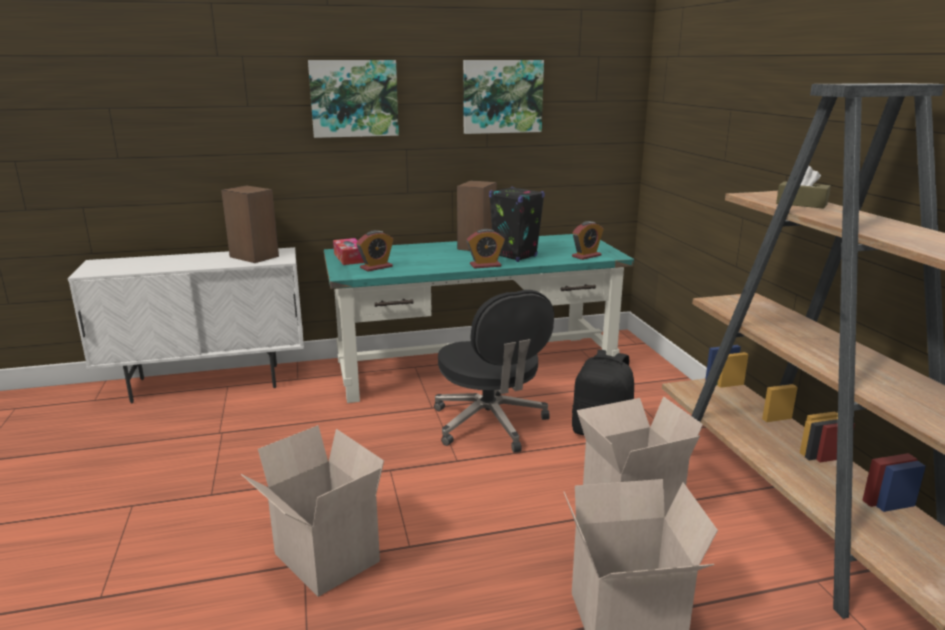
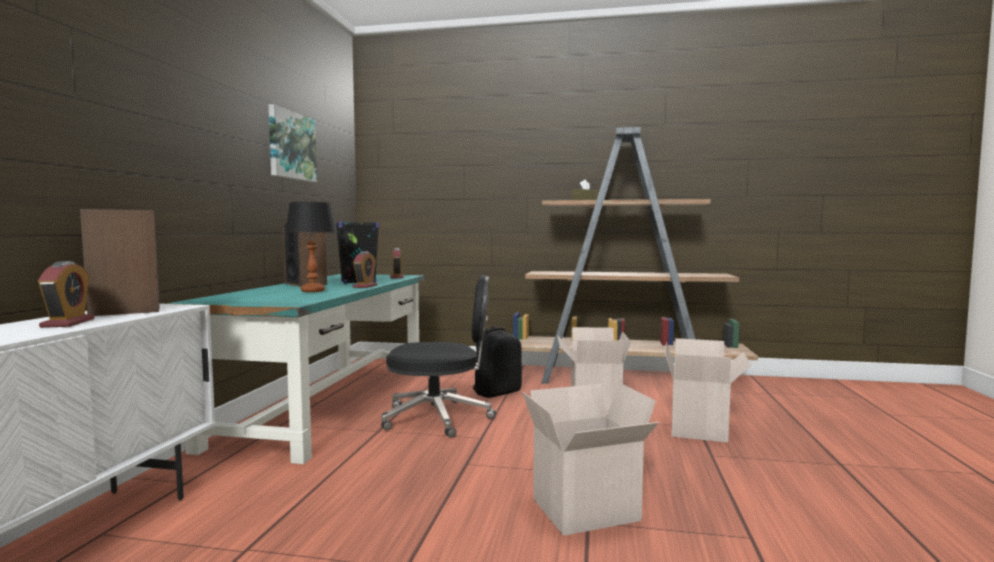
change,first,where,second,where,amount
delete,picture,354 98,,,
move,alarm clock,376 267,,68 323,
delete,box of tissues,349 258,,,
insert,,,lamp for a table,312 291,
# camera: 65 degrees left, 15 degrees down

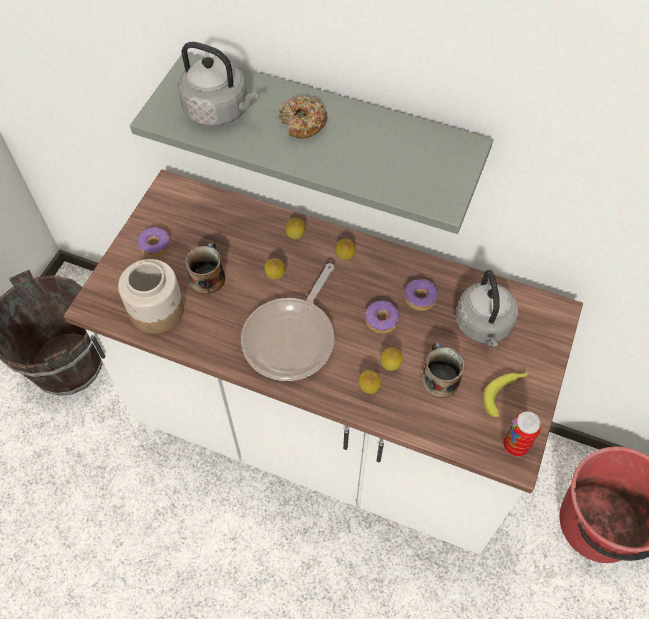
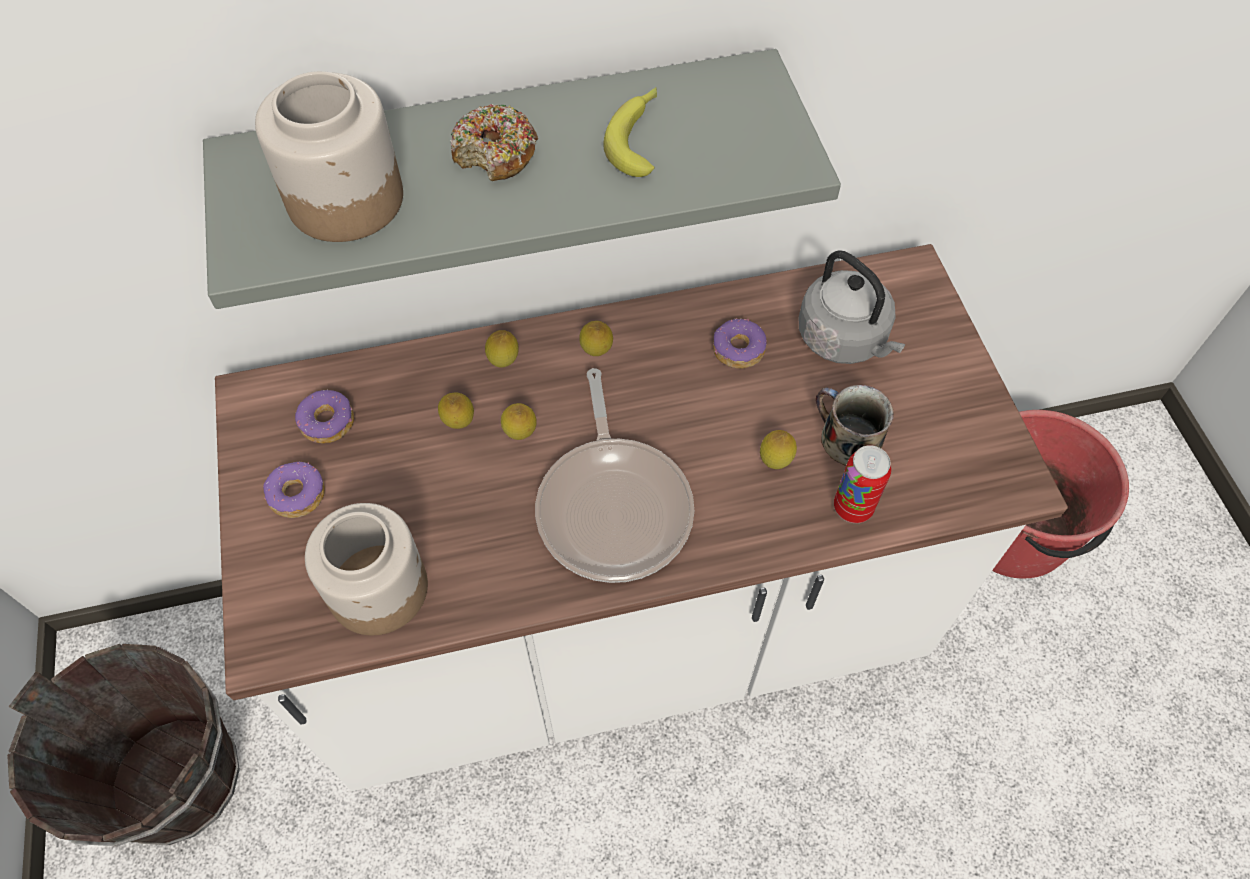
change,first,where,second,where,amount
replace,greyish water kettle,220 111,jar,347 198,
delete,coffee mug,208 277,,,
move,ring doughnut,381 320,,328 422,
move,whole lemon,368 389,,459 424,
move,banana fruit,505 393,,639 137,
move,can,515 445,,852 507,
# camera: 35 degrees left, 0 degrees up

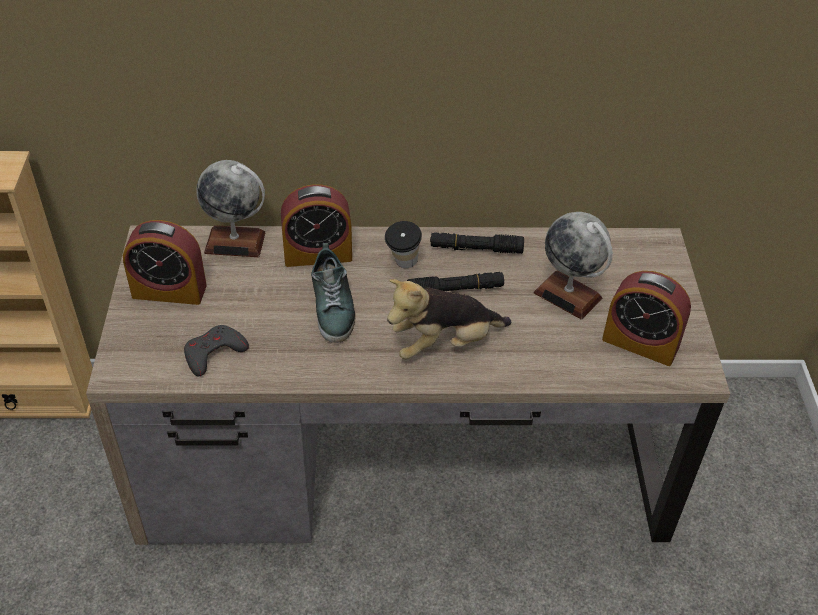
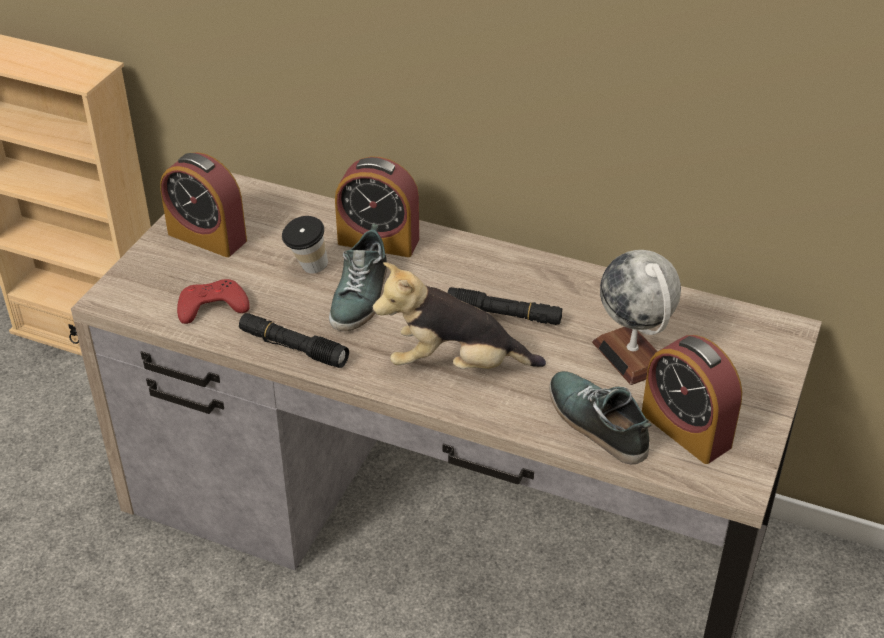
change,first,where,second,where,amount
delete,desk globe,235 242,,,
move,drinking cup,403 265,,307 270,
move,blackish flashlight,476 249,,293 347,
recolor,greyish joypad,214 353,red-coloured joypad,212 307,
insert,,,low shoe,596 423,
# camera: 25 degrees right, 5 degrees down

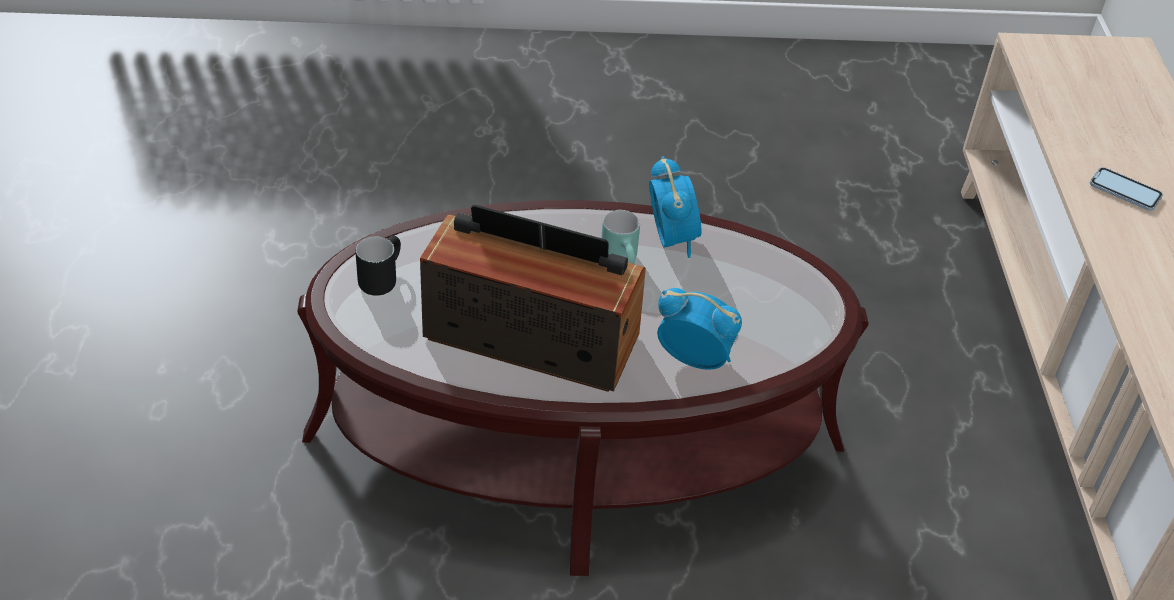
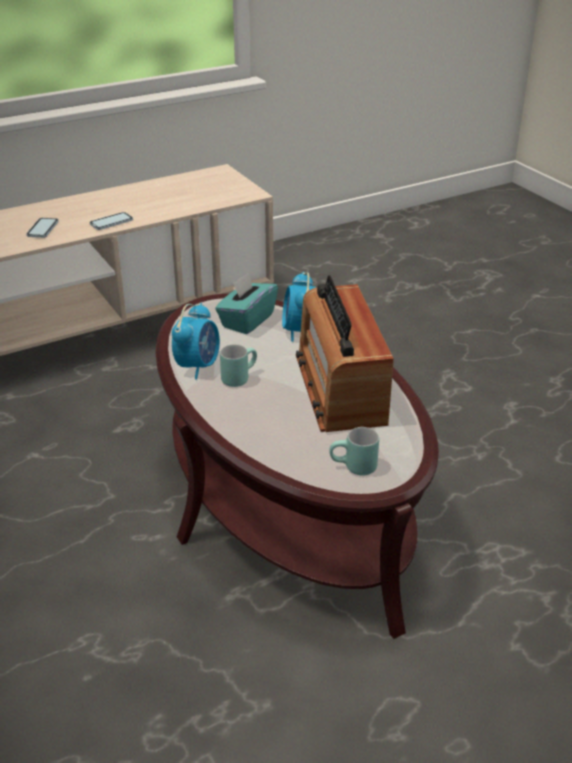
change,first,where,second,where,amount
rotate,alarm clock,671 238,,198 366,150 degrees clockwise
recolor,blackish coffee mug,380 278,blue-green coffee mug,354 469,
insert,,,telephone,111 222,
insert,,,blue-green box of tissues,247 320,
# camera: 115 degrees left, 10 degrees down

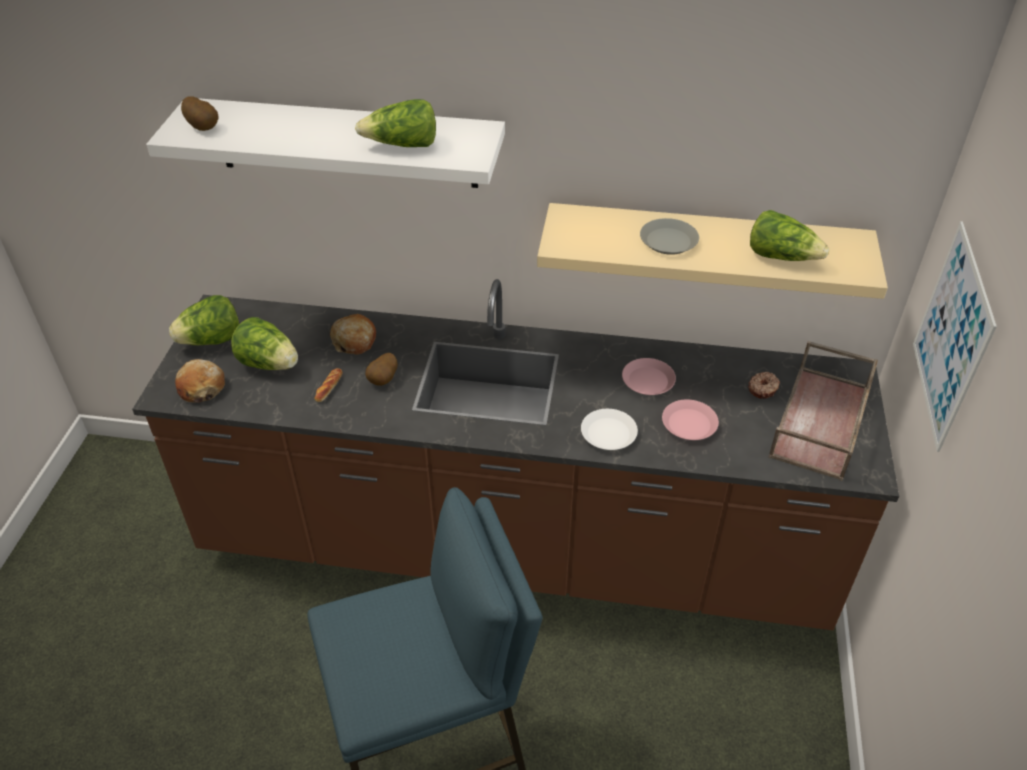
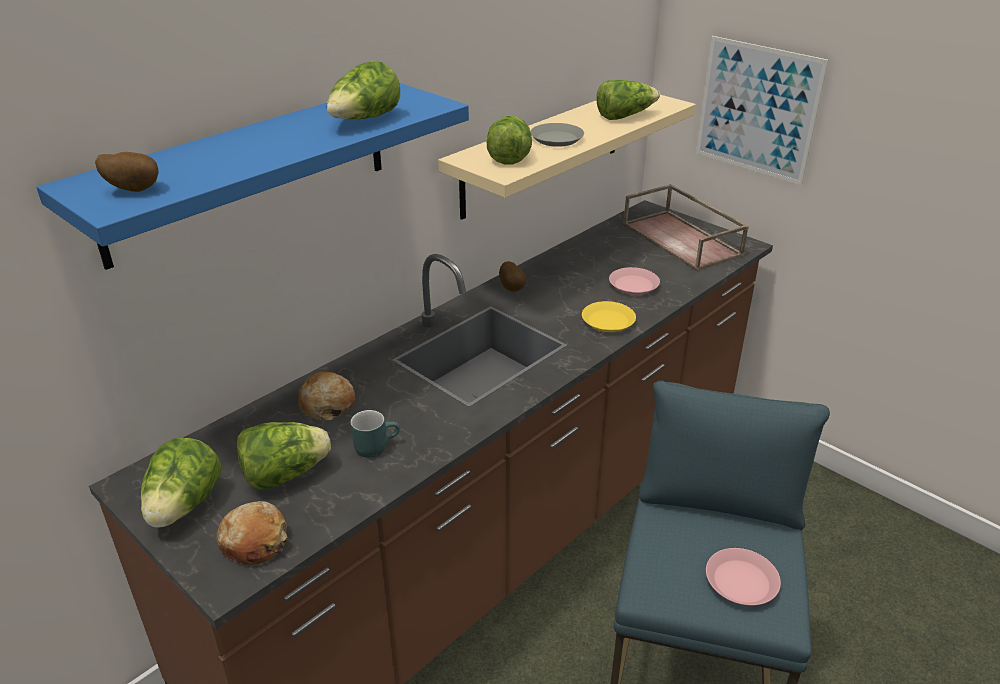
change,first,where,second,where,amount
recolor,white-coloured wall shelf,346 143,blue wall shelf,250 171,
move,spud,384 380,,512 288,
move,pink dinner plate,647 381,,741 582,
replace,bread,329 387,blue-green coffee mug,375 446,
delete,ring doughnut,763 389,,,
recolor,white-coloured dinner plate,608 434,yellow-coloured dinner plate,608 321,
insert,,,lettuce head,508 156,
# camera: 55 degrees left, 10 degrees down

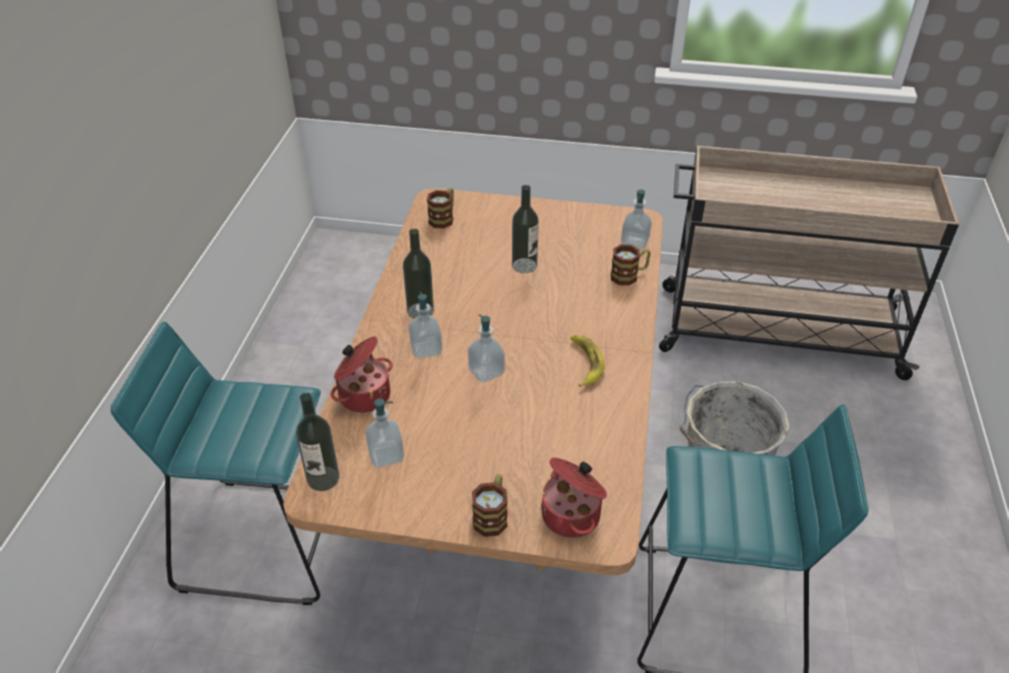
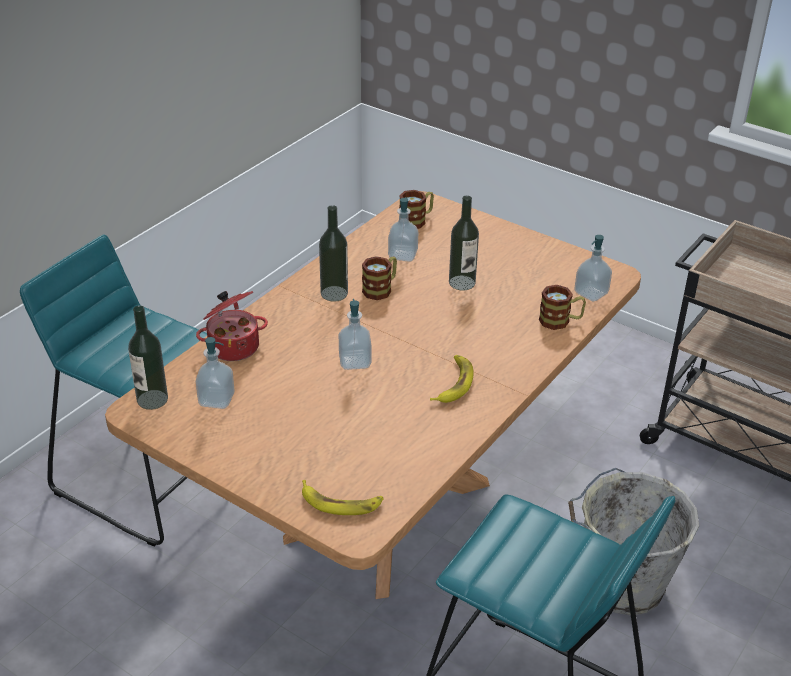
change,first,where,second,where,amount
move,soap bottle,426 349,,403 255,
replace,saucepot,572 515,banana fruit,341 502,
move,coffee mug,492 515,,381 289,
# camera: 25 degrees right, 5 degrees down

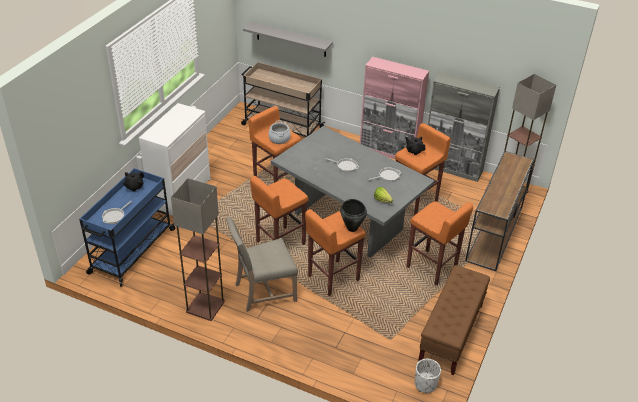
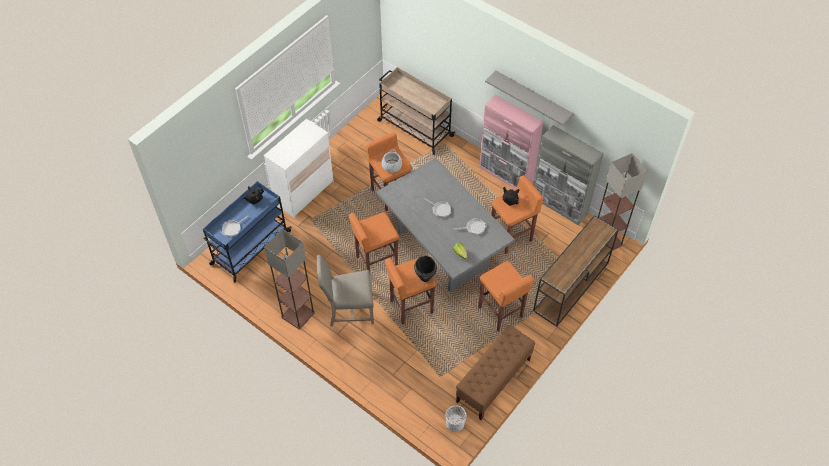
change,first,where,second,where,amount
move,greyish wall shelf,291 39,,533 98,
# camera: 15 degrees right, 15 degrees up

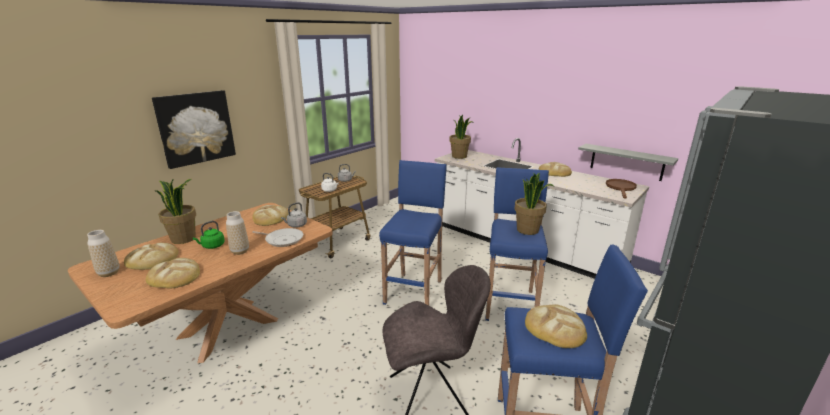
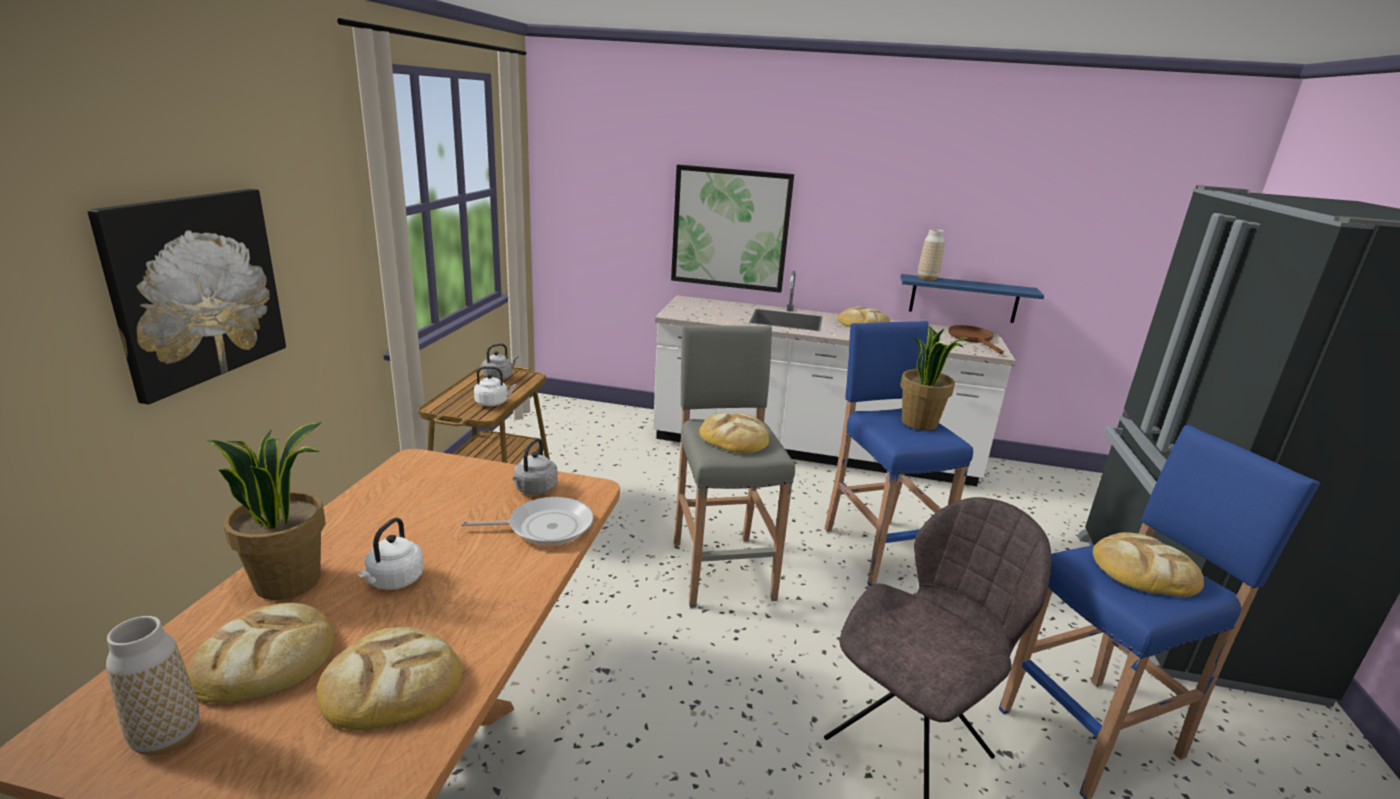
change,first,where,second,where,amount
delete,houseplant,459 156,,,
recolor,greyish wall shelf,626 162,blue wall shelf,964 298,
recolor,blue stool seat,414 291,greyish stool seat,721 568,
move,bread,270 218,,734 437,
move,vase,240 251,,927 278,
recolor,green water kettle,212 246,white-coloured water kettle,394 581,
insert,,,picture,730 229,
# camera: 30 degrees left, 0 degrees up

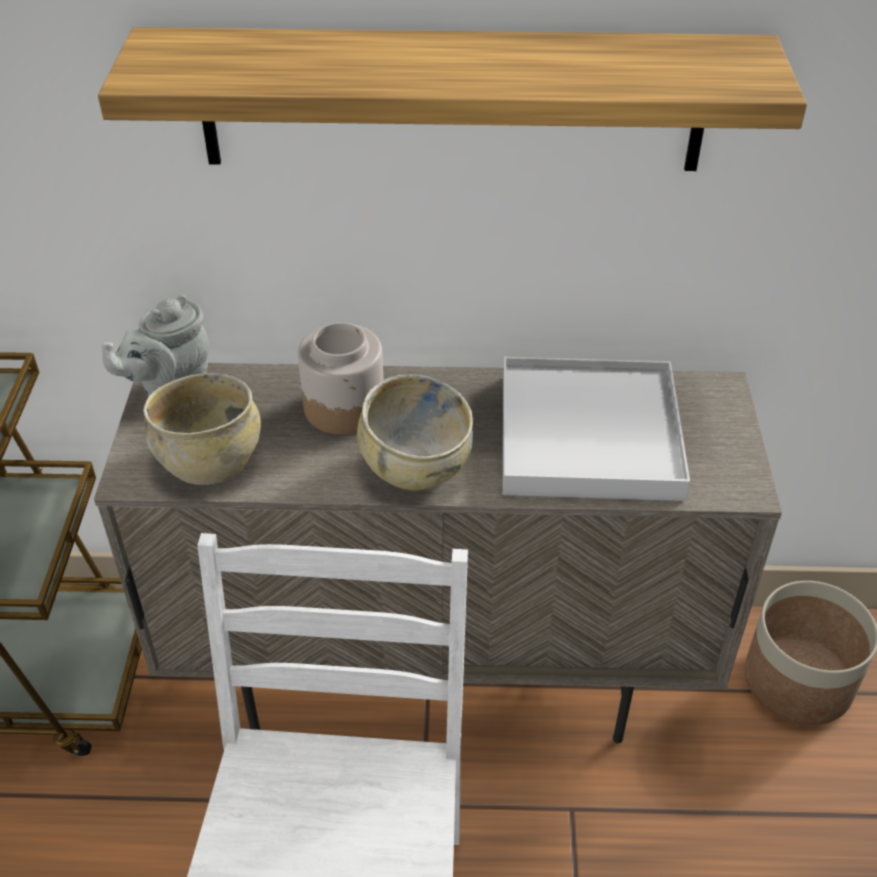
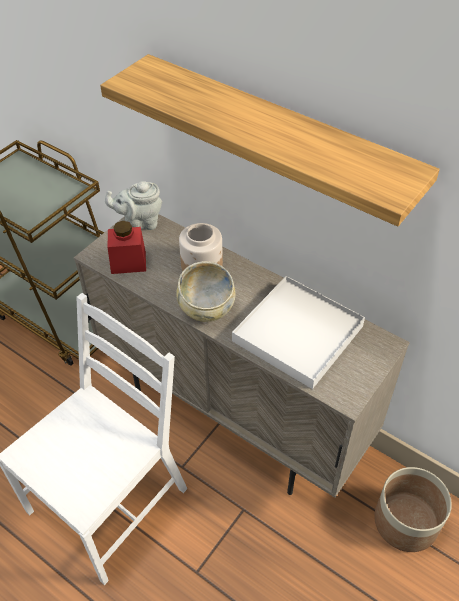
change,first,where,second,where,amount
replace,sand-coloured bowl,210 460,red-coloured jar,128 262,
# camera: 35 degrees right, 5 degrees up

